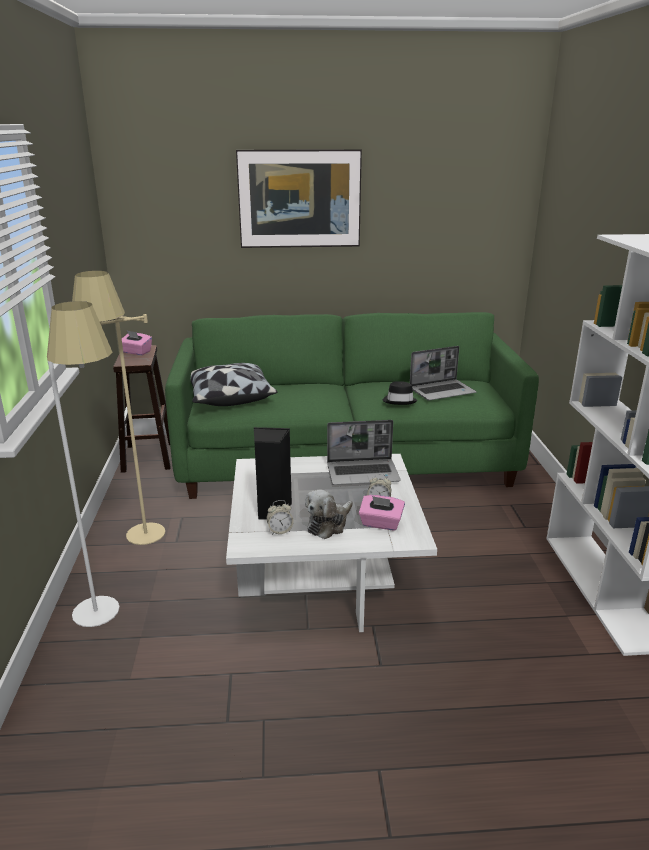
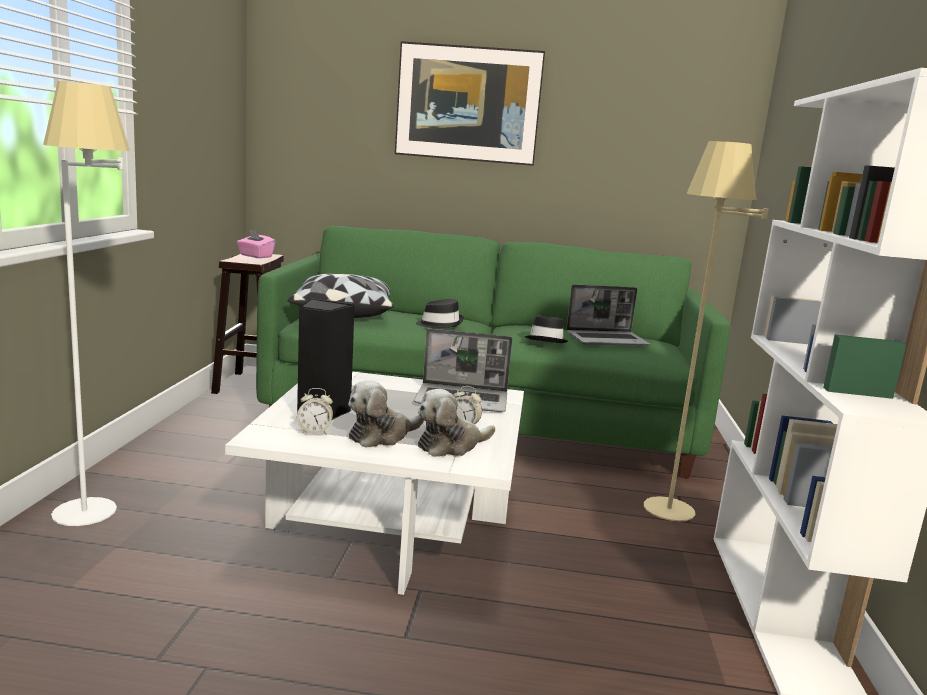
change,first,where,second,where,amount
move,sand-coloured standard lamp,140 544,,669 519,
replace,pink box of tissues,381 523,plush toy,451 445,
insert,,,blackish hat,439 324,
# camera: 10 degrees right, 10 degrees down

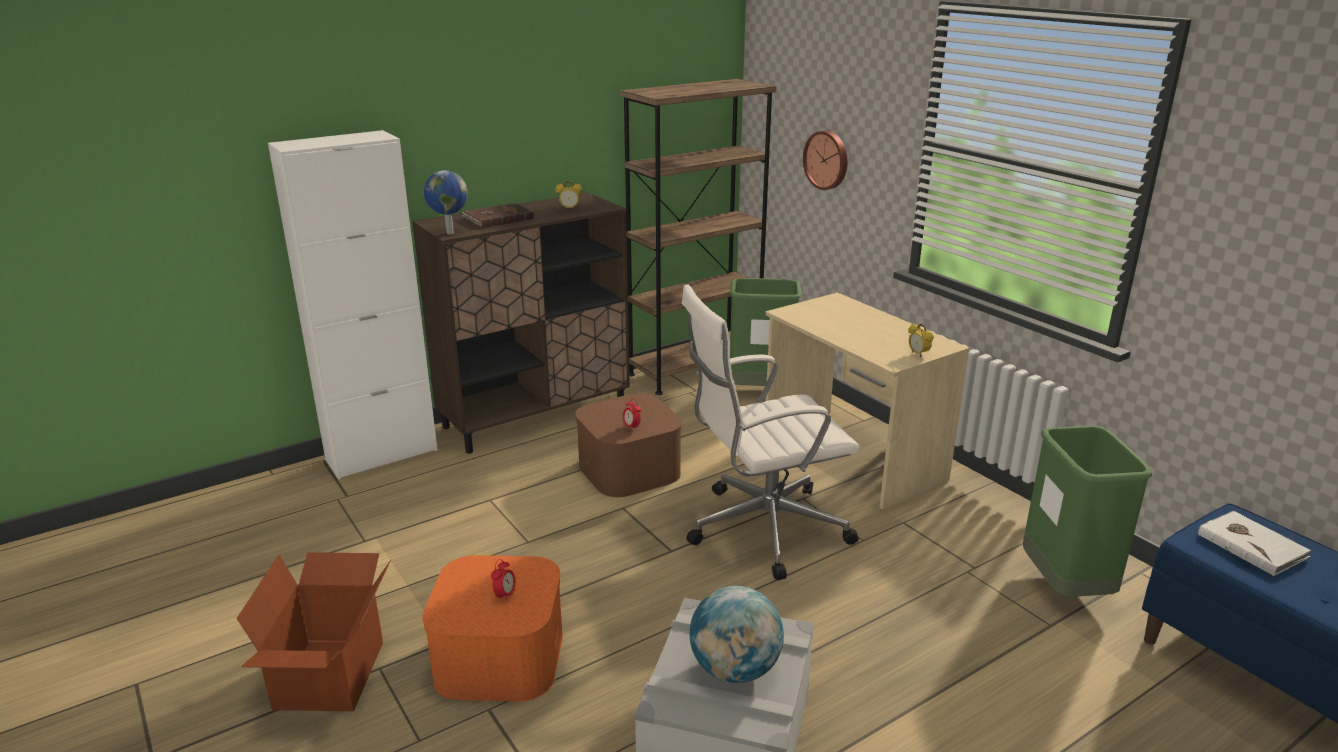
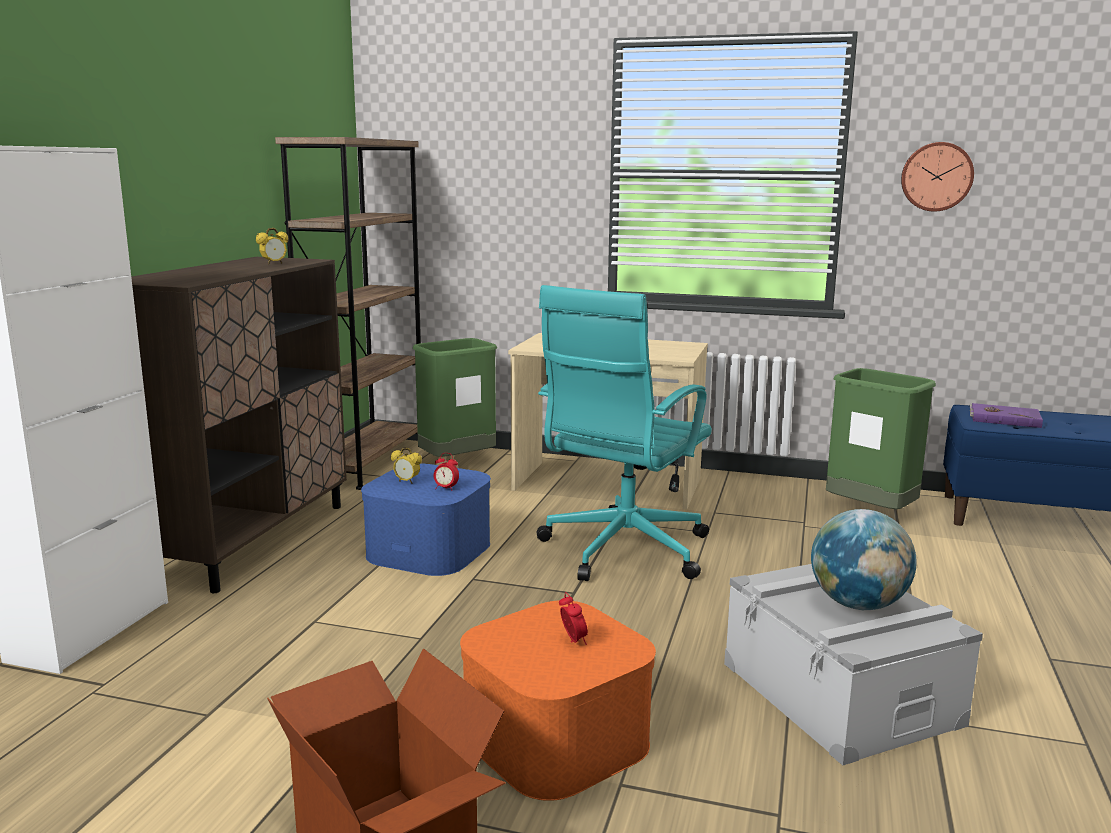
change,first,where,second,where,amount
move,clock on the wall,827 160,,936 176,
delete,desk globe,449 233,,,
delete,brown bound book,497 218,,,
recolor,white-coloured desk chair,762 529,blue-green desk chair,622 551,
move,alarm clock,918 354,,407 481,
recolor,brown storage bin,629 469,blue storage bin,429 549,
recolor,white-coloured bound book,1251 545,purple-coloured bound book,1004 418,
# camera: 40 degrees left, 10 degrees down

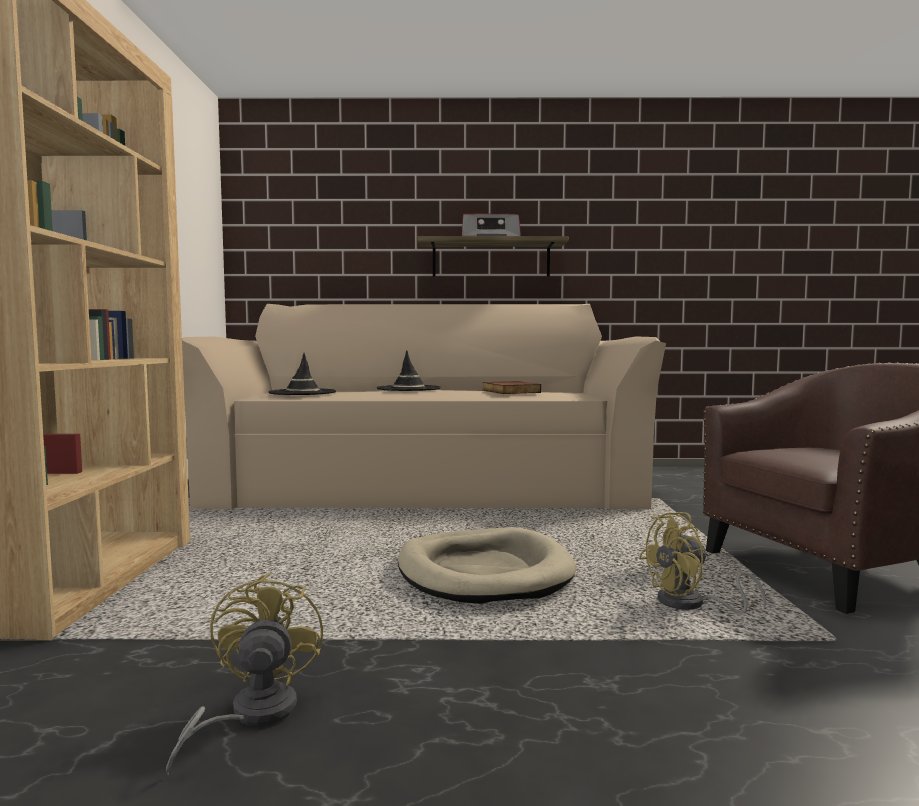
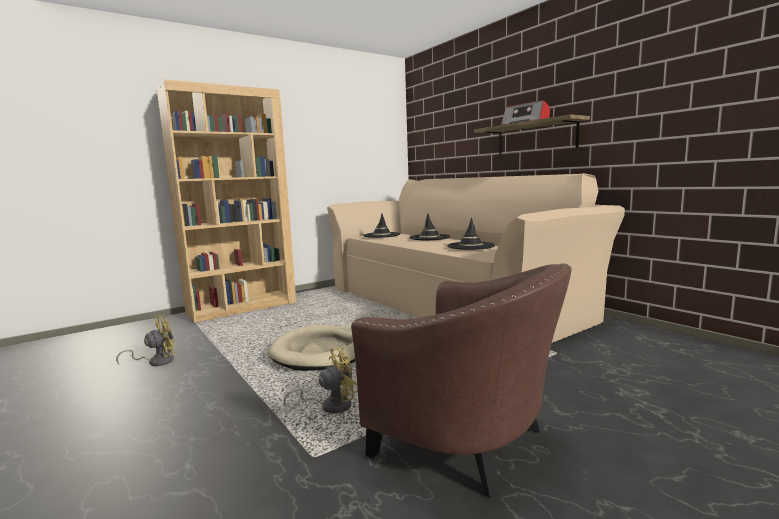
change,first,where,second,where,amount
replace,bound book,509 391,blackish hat,470 246,
rotate,yellow-coloured cooling fan,691 605,,330 406,120 degrees clockwise
# camera: 55 degrees right, 5 degrees up

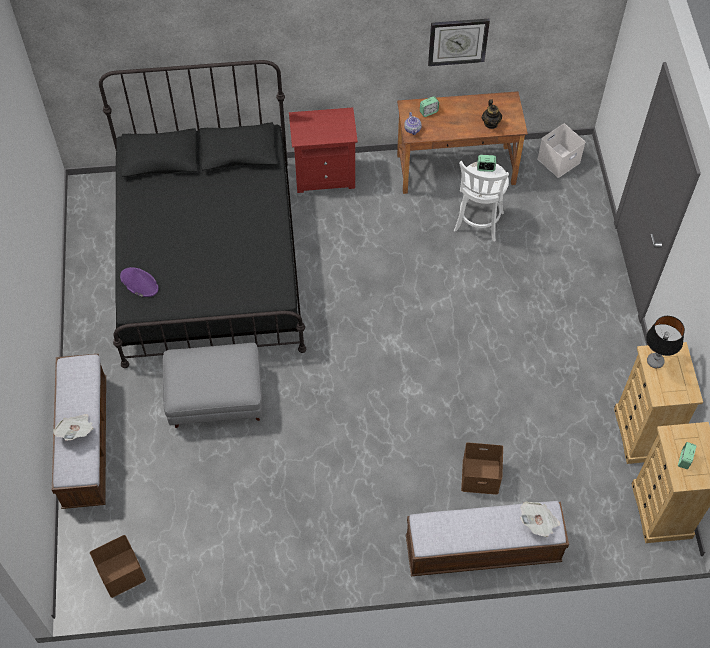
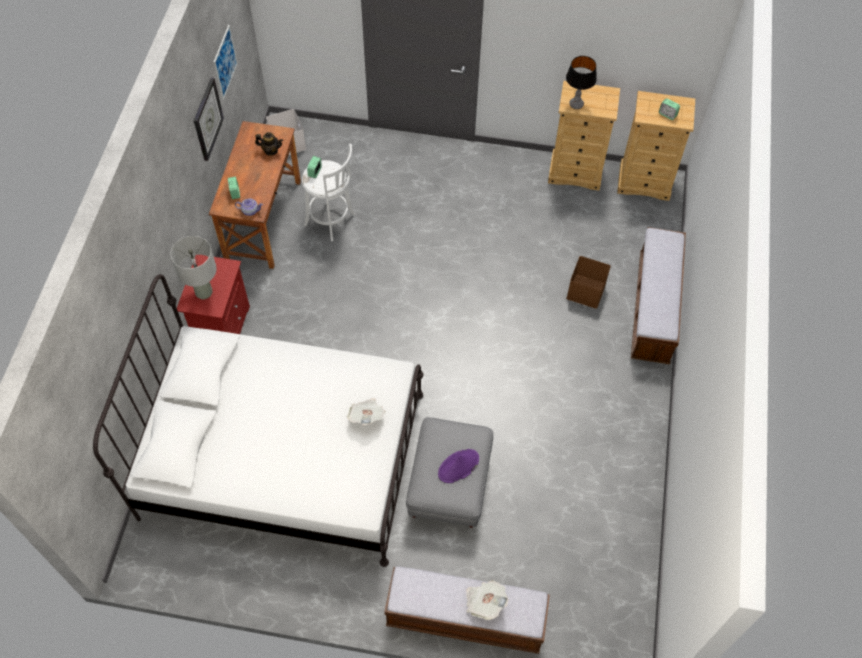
change,first,where,second,where,amount
recolor,blackish bedroom bed,209 259,white-coloured bedroom bed,283 455,
move,purple-coloured hat,139 282,,458 466,
move,printed paper,538 523,,367 416,
delete,brown storage bin,122 573,,,
insert,,,picture,225 62,
insert,,,greyish lamp for a table,203 293,
# camera: 75 degrees left, 0 degrees up

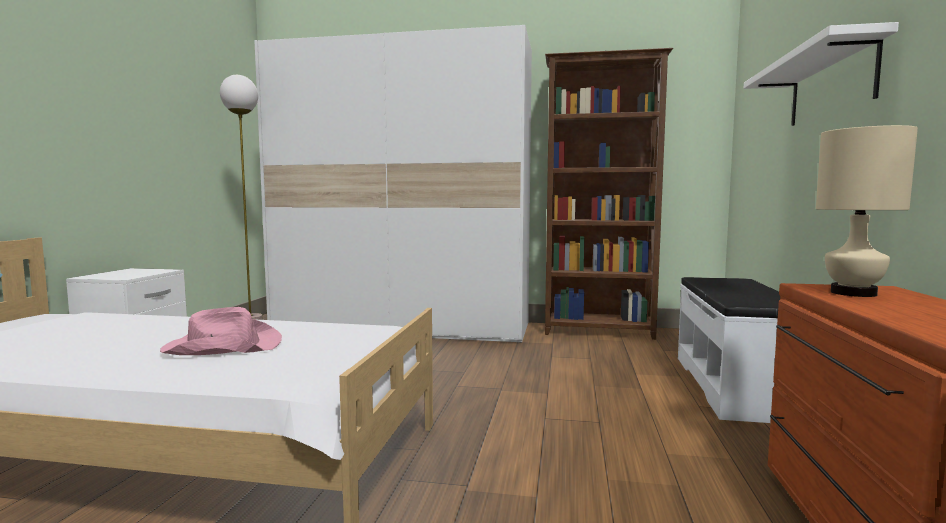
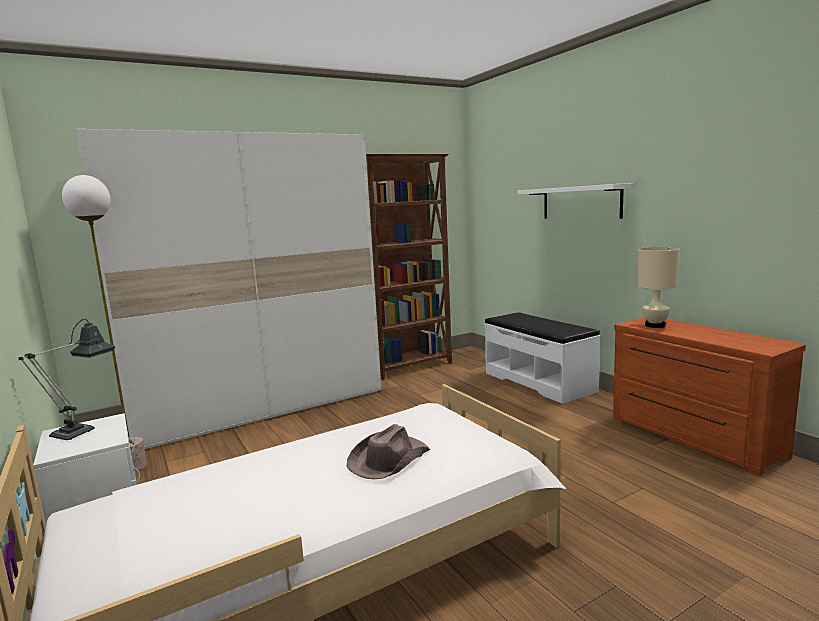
change,first,where,second,where,amount
recolor,pink hat,222 347,brown hat,388 459,
insert,,,lamp for a table,81 430,
# camera: 40 degrees left, 5 degrees up

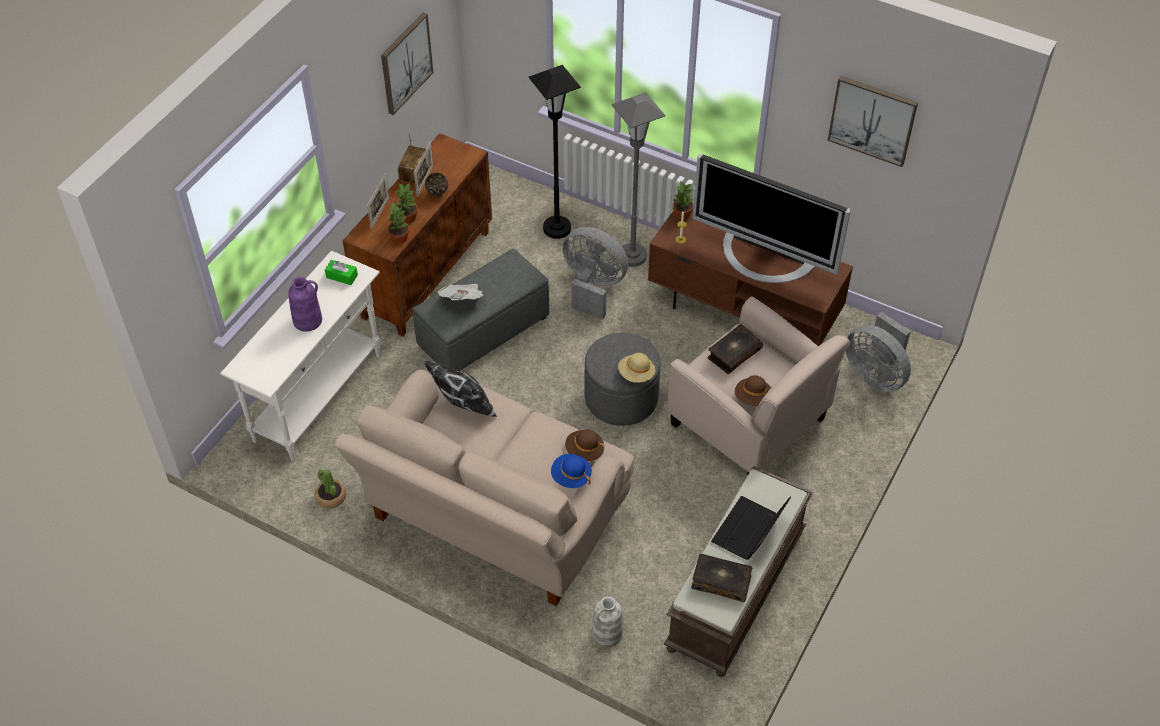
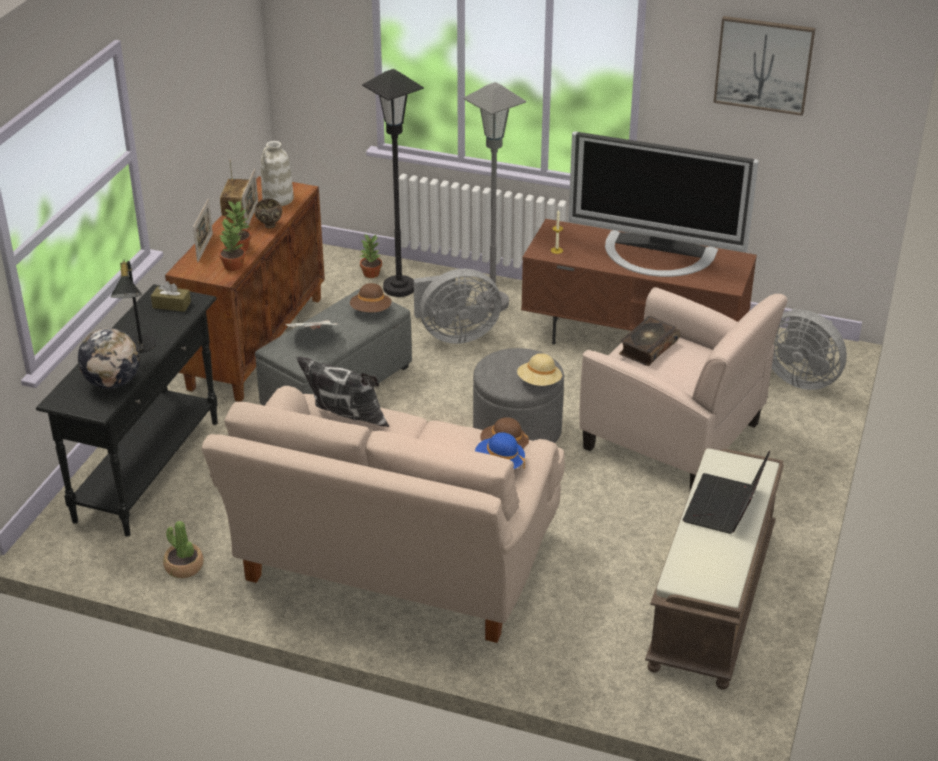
change,first,where,second,where,amount
delete,picture,405 63,,,
move,houseplant,682 214,,371 274,
rotate,greyish cooling fan,593 287,,455 335,150 degrees clockwise
recolor,white-coloured hall table,319 397,blackish hall table,149 470,
recolor,green box of tissues,342 276,brown box of tissues,171 305,
replace,purple-coloured vase,308 320,blackish lamp for a table,138 348,
move,brown hat,752 398,,371 311,
delete,bound book,721 581,,,
move,white-coloured vase,607 634,,278 199,
insert,,,desk globe,113 382,
# camera: 10 degrees left, 15 degrees down

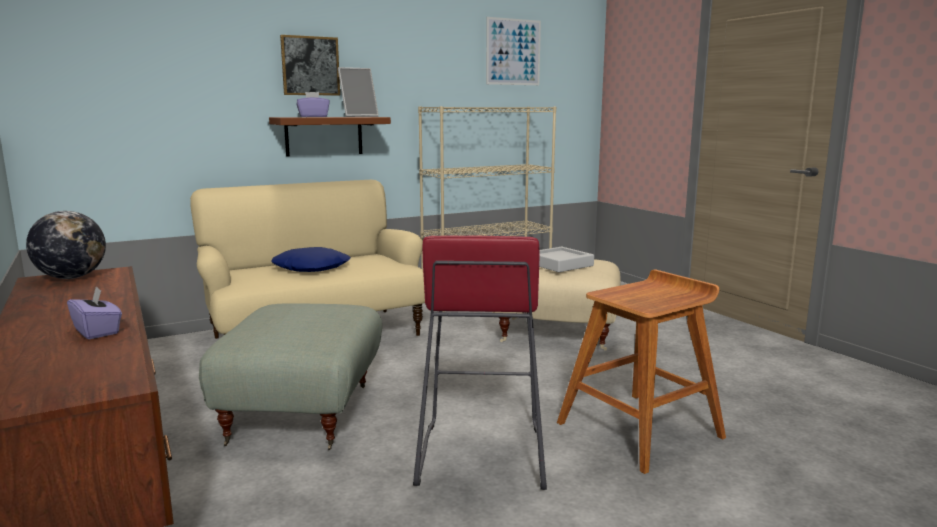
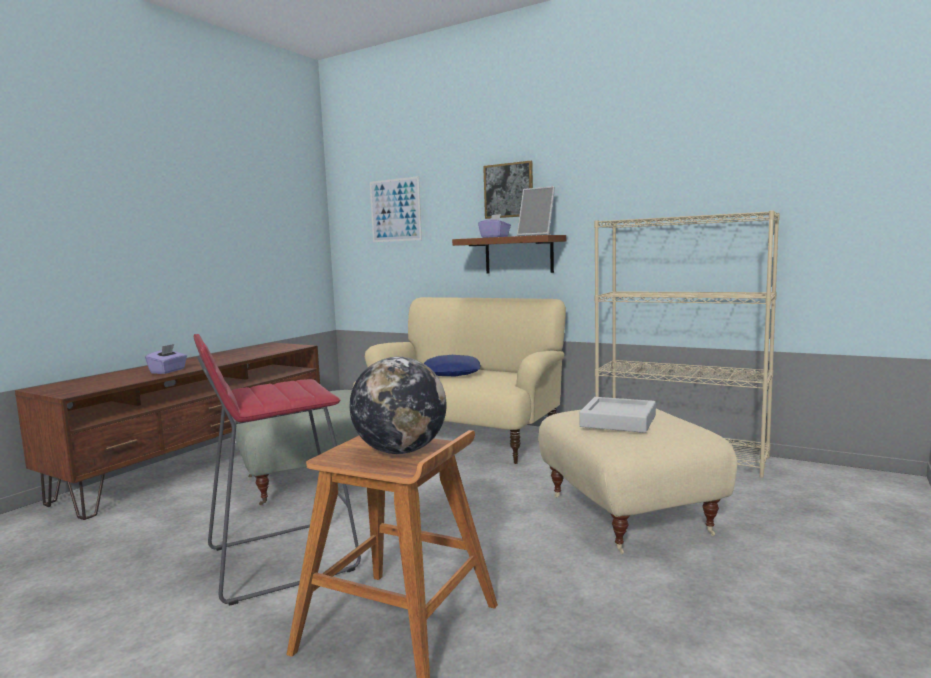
change,first,where,second,where,amount
move,picture,513 52,,395 210,
move,desk globe,71 277,,400 451,
# camera: 60 degrees right, 5 degrees down

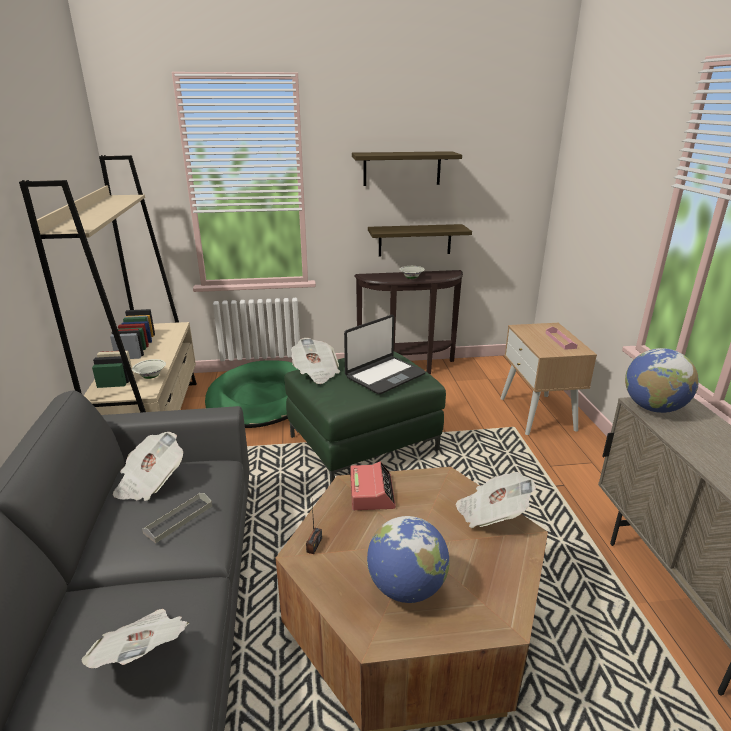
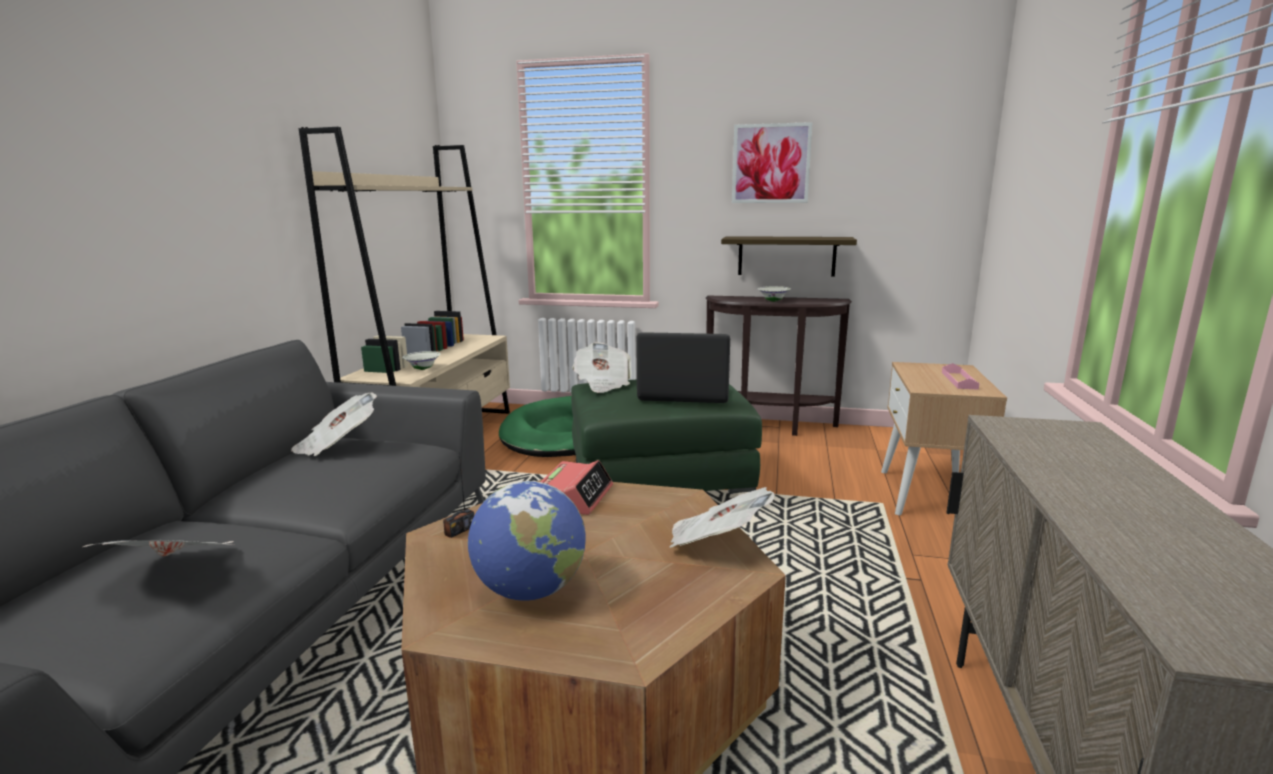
change,first,where,second,where,amount
replace,wall shelf,402 168,picture,771 163,
rotate,laptop,384 375,,684 394,150 degrees counterclockwise
delete,desk globe,653 408,,,
delete,greyish tray,179 519,,,
# camera: 20 degrees right, 10 degrees down

